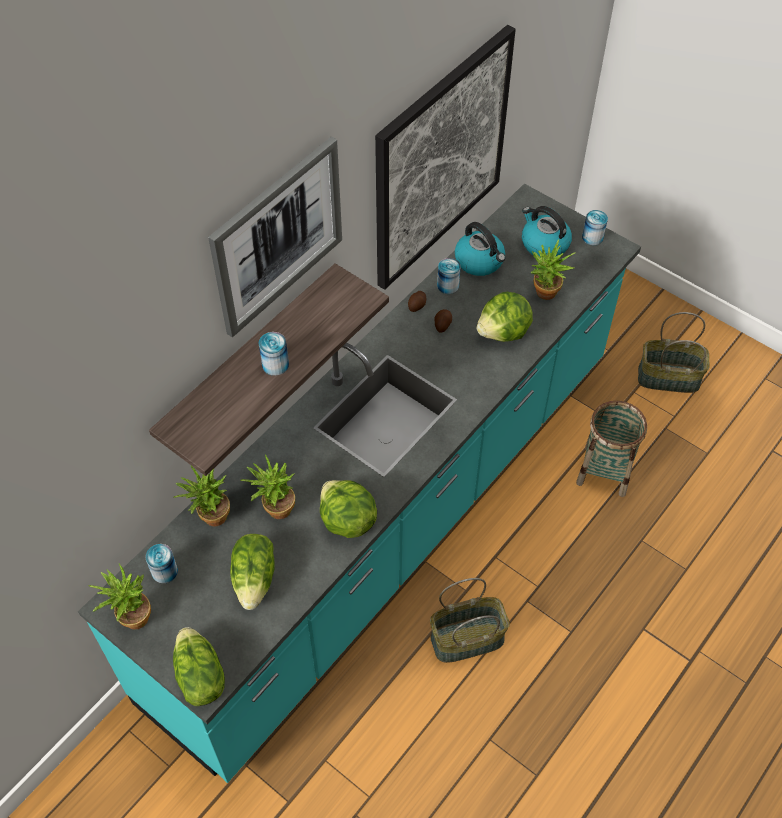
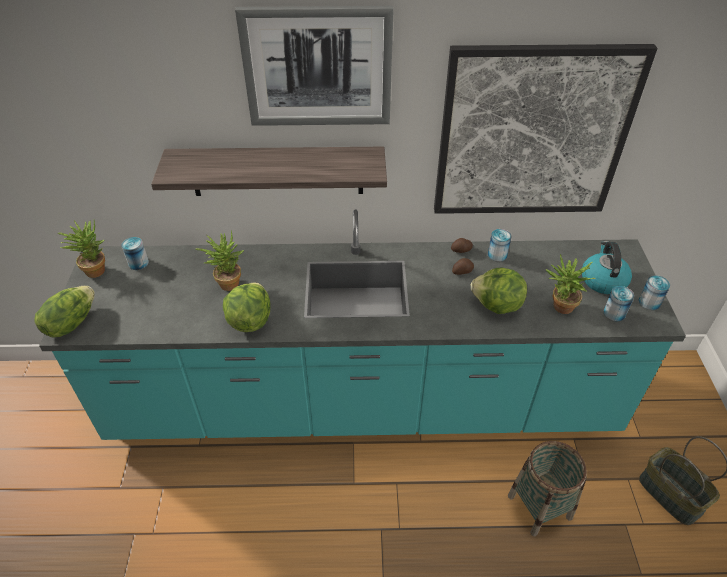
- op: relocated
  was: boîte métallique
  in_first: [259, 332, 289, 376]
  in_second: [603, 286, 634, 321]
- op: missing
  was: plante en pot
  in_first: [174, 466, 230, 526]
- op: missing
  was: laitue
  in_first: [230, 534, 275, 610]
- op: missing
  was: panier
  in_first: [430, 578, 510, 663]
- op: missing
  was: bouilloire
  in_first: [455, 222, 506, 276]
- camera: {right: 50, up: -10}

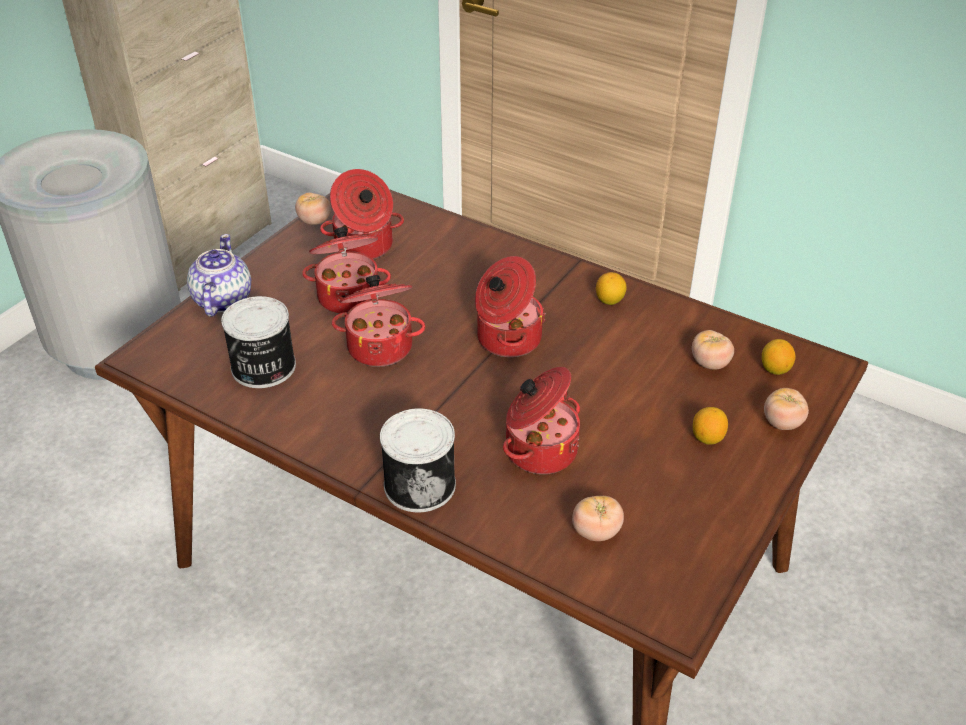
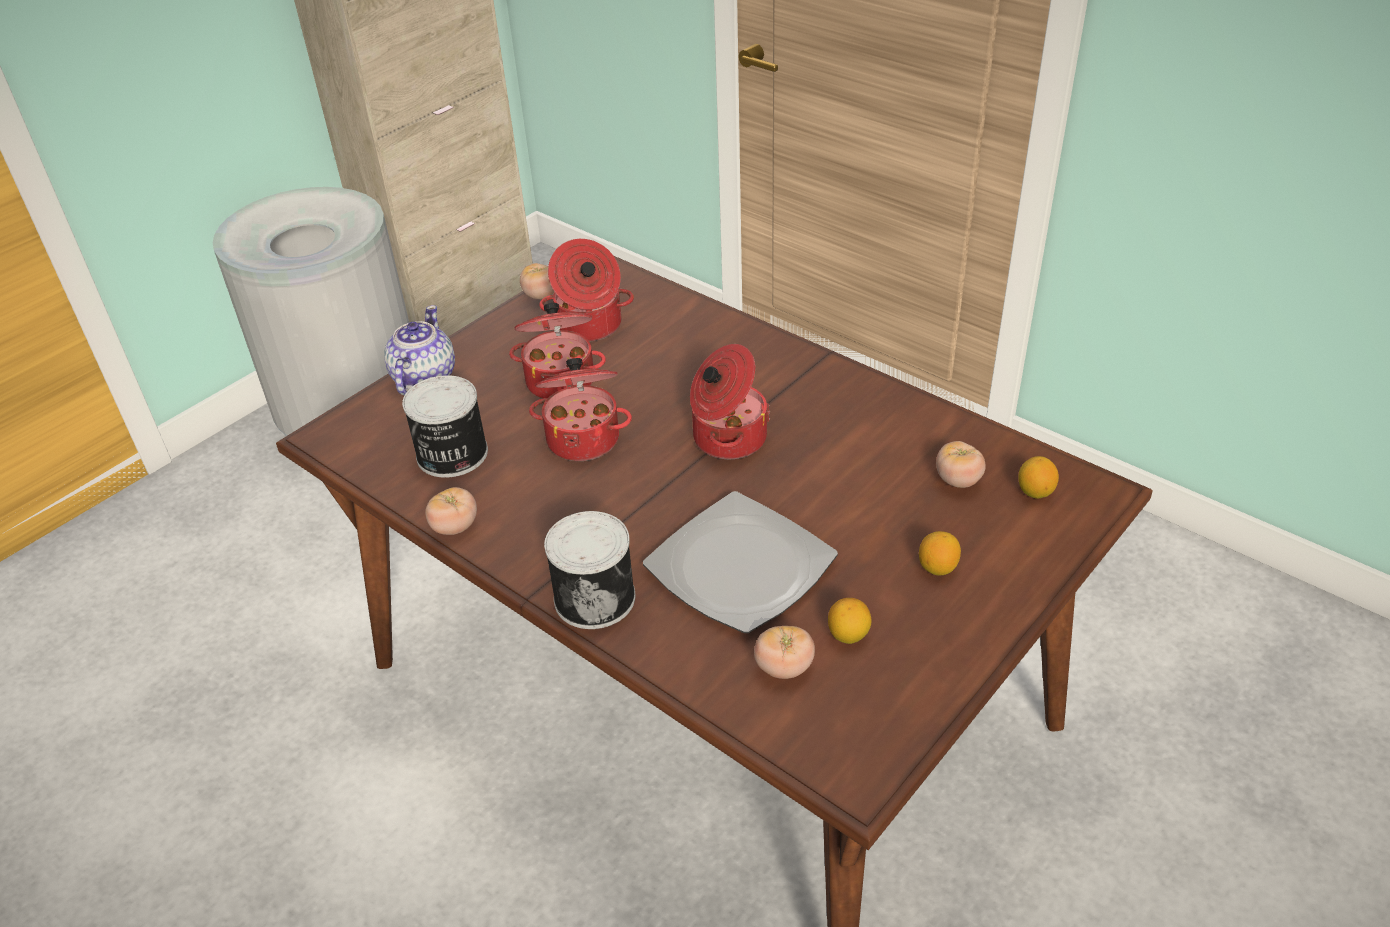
- op: relocated
  was: tomate
  in_first: [764, 388, 809, 430]
  in_second: [425, 487, 477, 535]
- op: exchanged
  was: marmite
  now: assiette
  in_first: [503, 367, 580, 474]
  in_second: [643, 491, 838, 633]
- op: relocated
  was: citron
  in_first: [596, 272, 627, 305]
  in_second: [828, 598, 872, 644]
- camera: {right: 10, up: 0}

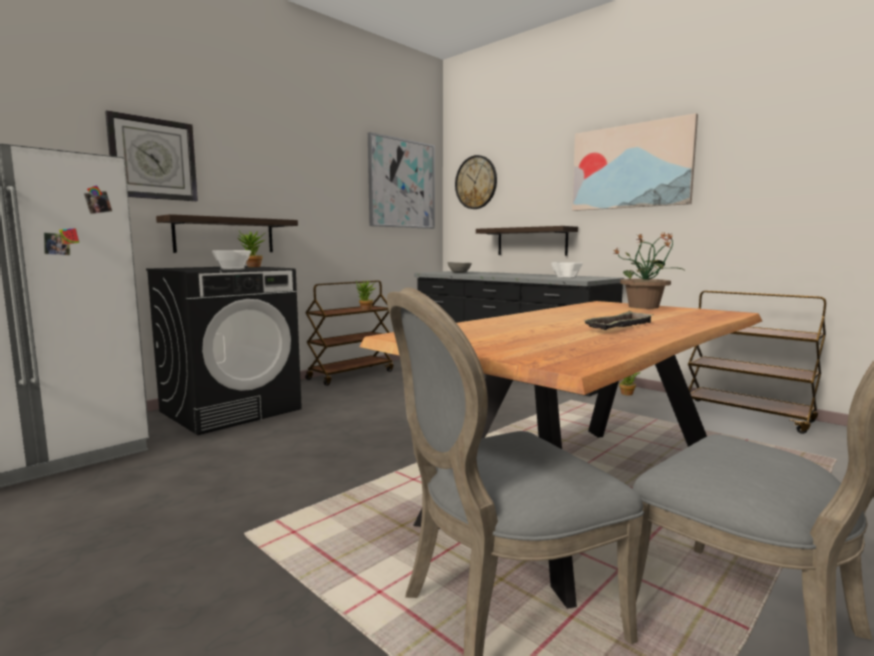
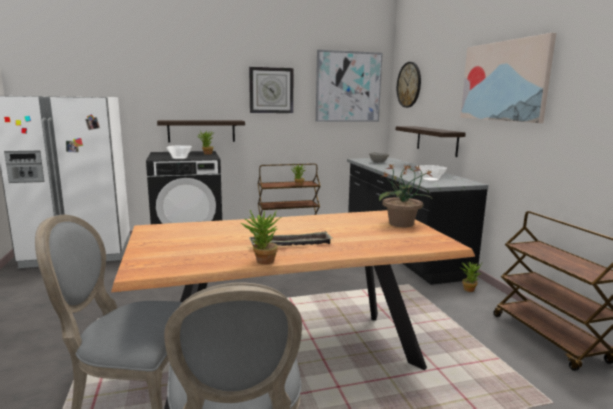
- op: appeared
  now: plante en pot
  in_second: [241, 210, 281, 265]
- op: relocated
  was: horloge murale
  in_first: [105, 110, 198, 201]
  in_second: [249, 67, 294, 113]
- camera: {right: 30, up: 5}

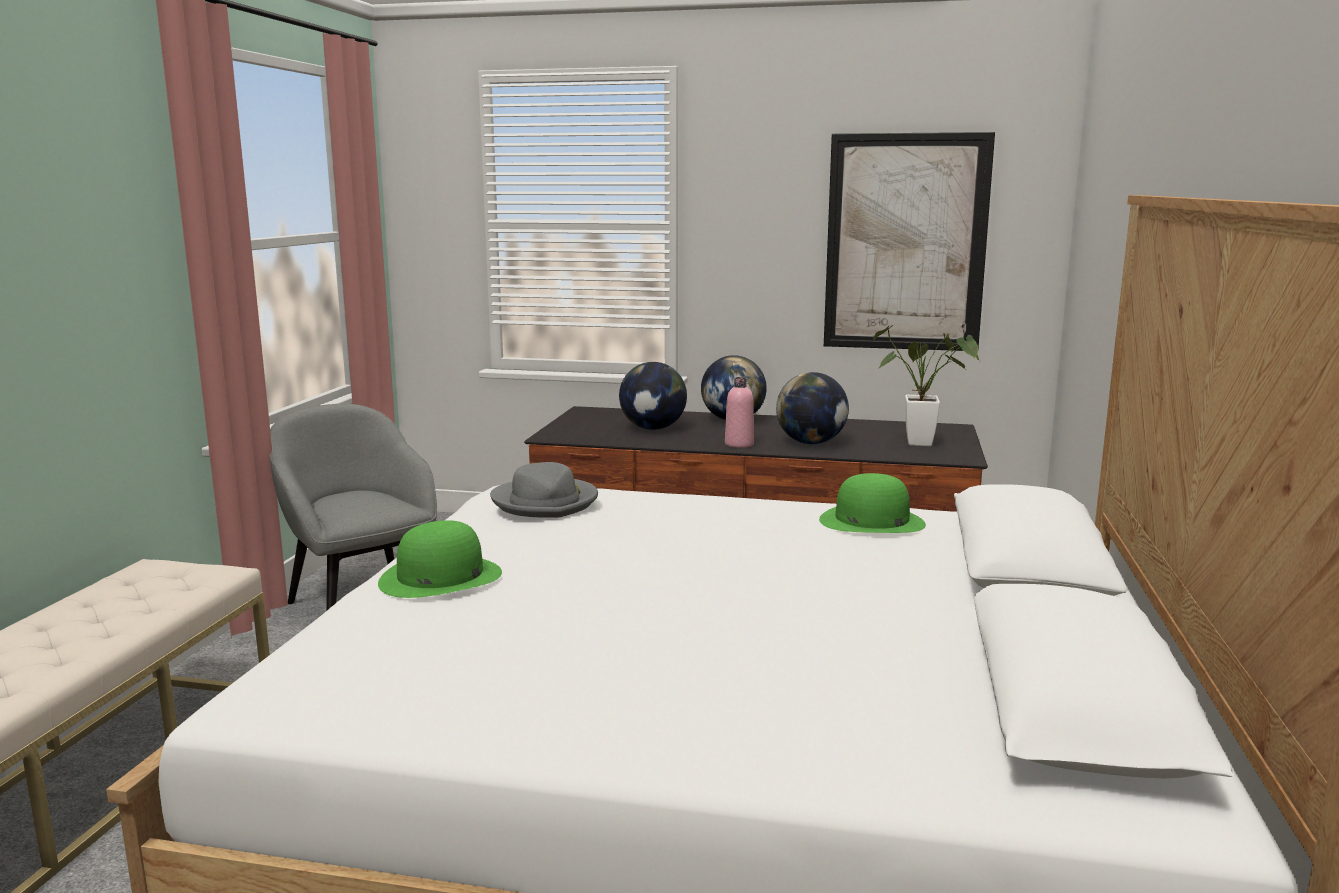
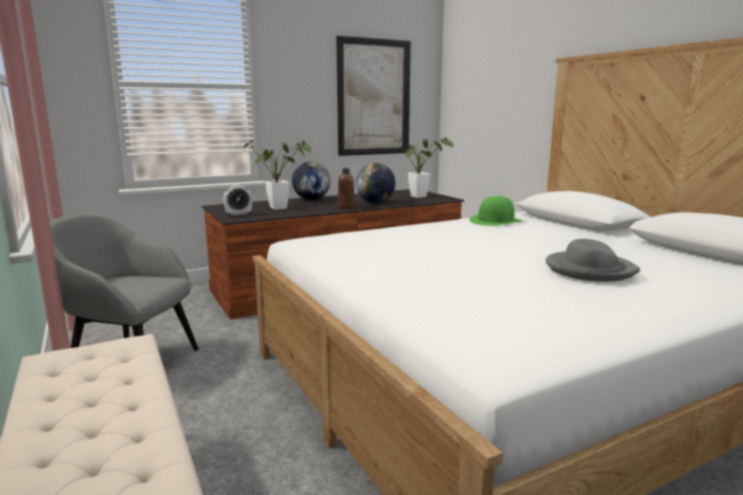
- op: appeared
  now: réveil
  in_second: [224, 185, 252, 216]
- op: exchanged
  was: globe
  now: plante en pot
  in_first: [619, 362, 687, 430]
  in_second: [243, 141, 312, 210]
- op: colour
  was: bouteille [rose]
  now: bouteille [marron]
  in_first: [725, 377, 754, 448]
  in_second: [338, 168, 355, 209]
- op: relocated
  was: chapeau [gris]
  in_first: [490, 462, 598, 518]
  in_second: [546, 239, 640, 282]
- op: missing
  was: chapeau [vert]
  in_first: [378, 520, 502, 598]
- camera: {right: -40, up: 0}

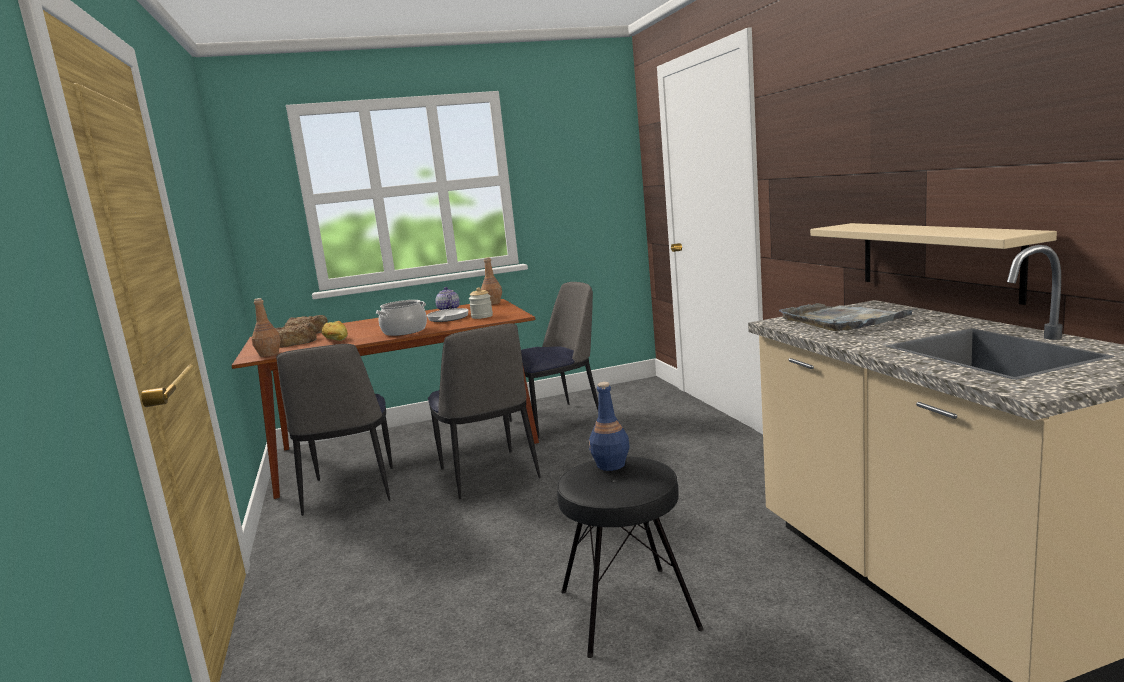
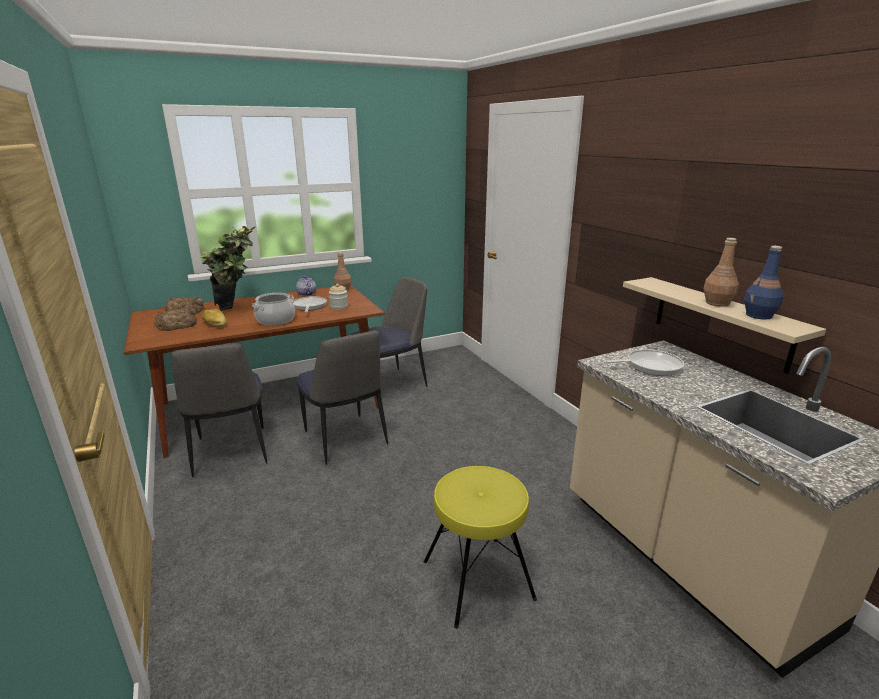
- op: appeared
  now: plante en pot
  in_second: [200, 226, 255, 311]
- op: colour
  was: tabouret [noir]
  now: tabouret [jaune]
  in_first: [557, 456, 704, 658]
  in_second: [424, 466, 537, 629]
- op: exchanged
  was: plateau [gris]
  now: poêle
  in_first: [779, 303, 918, 331]
  in_second: [603, 349, 684, 376]
- op: relocated
  was: bouteille [marron]
  in_first: [252, 298, 281, 357]
  in_second: [703, 238, 739, 307]
- op: relocated
  was: bouteille [bleu]
  in_first: [589, 382, 630, 471]
  in_second: [744, 246, 784, 319]
- camera: {right: -10, up: 10}

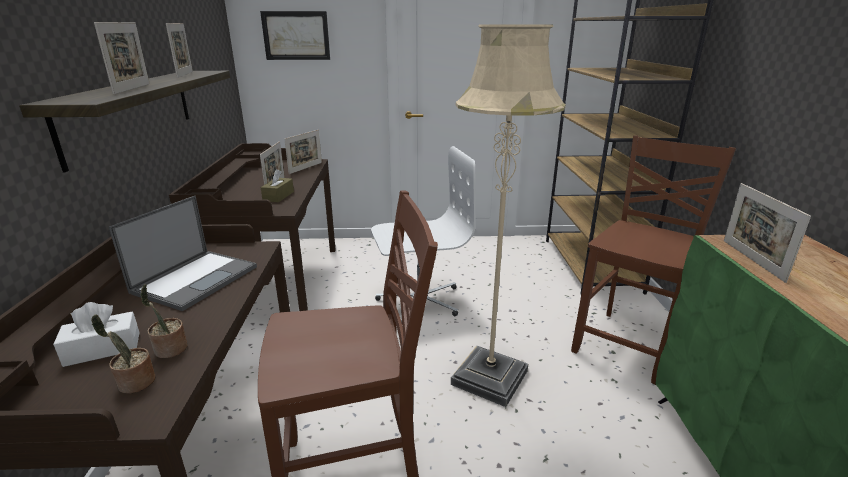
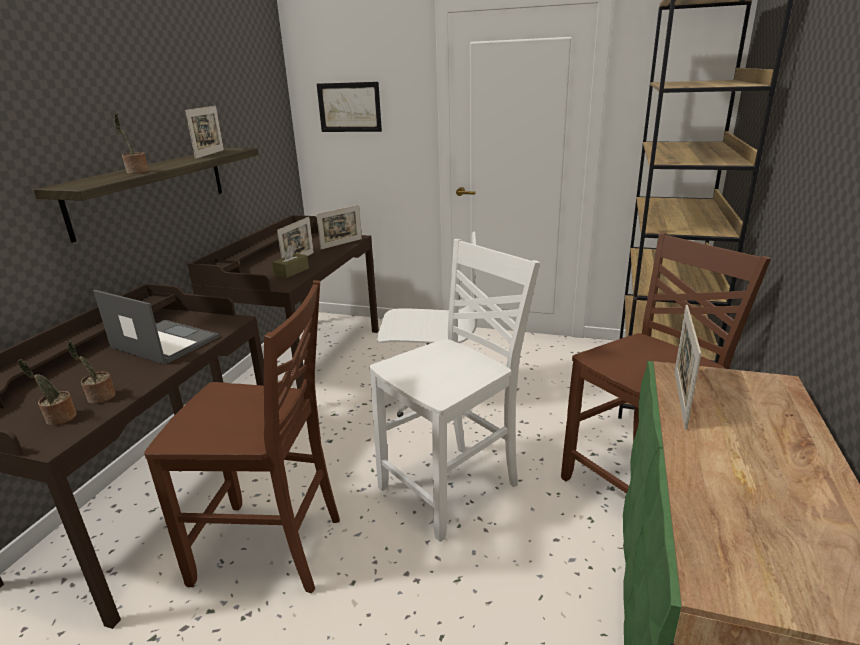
- op: spun
  was: ordinateur portable
  in_first: [109, 196, 257, 311]
  in_second: [93, 290, 219, 365]
  clockwise: -105
- op: exchanged
  was: cadre photo
  now: plante en pot
  in_first: [94, 22, 150, 94]
  in_second: [114, 113, 149, 174]
- op: exchanged
  was: lampadaire [beige]
  now: chaise [blanc]
  in_first: [451, 25, 566, 407]
  in_second: [369, 239, 540, 542]
- op: missing
  was: boîte à mouchoirs [blanc]
  in_first: [53, 302, 140, 367]
- camera: {right: 20, up: 0}

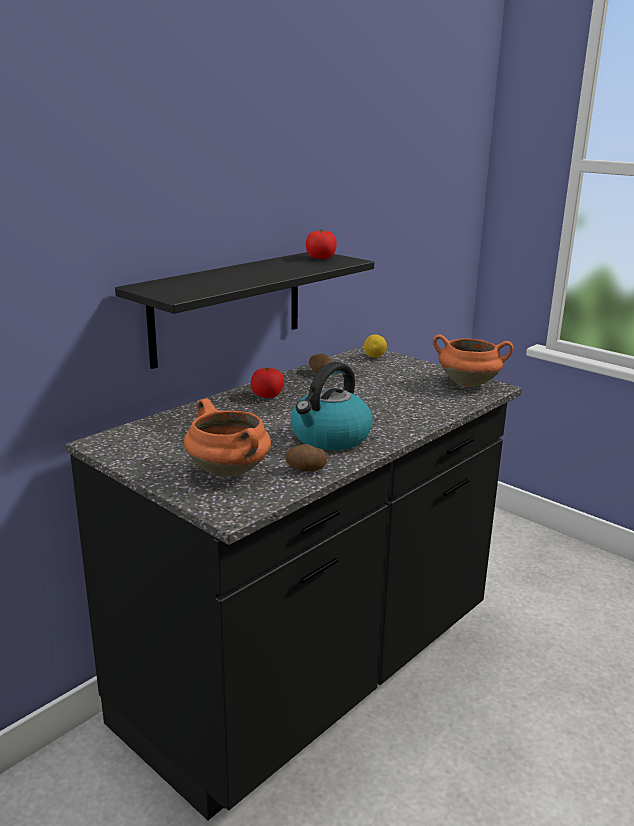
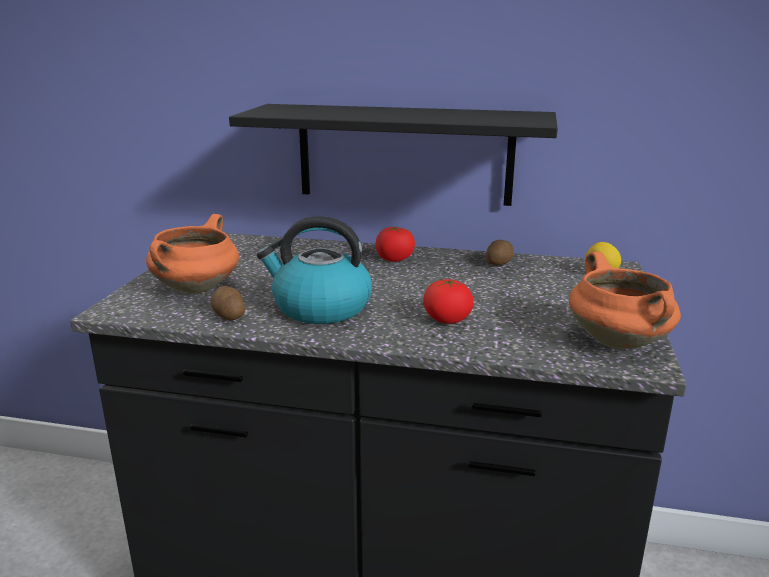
- op: relocated
  was: tomate
  in_first: [306, 229, 337, 259]
  in_second: [423, 279, 474, 324]
- camera: {right: 60, up: 0}

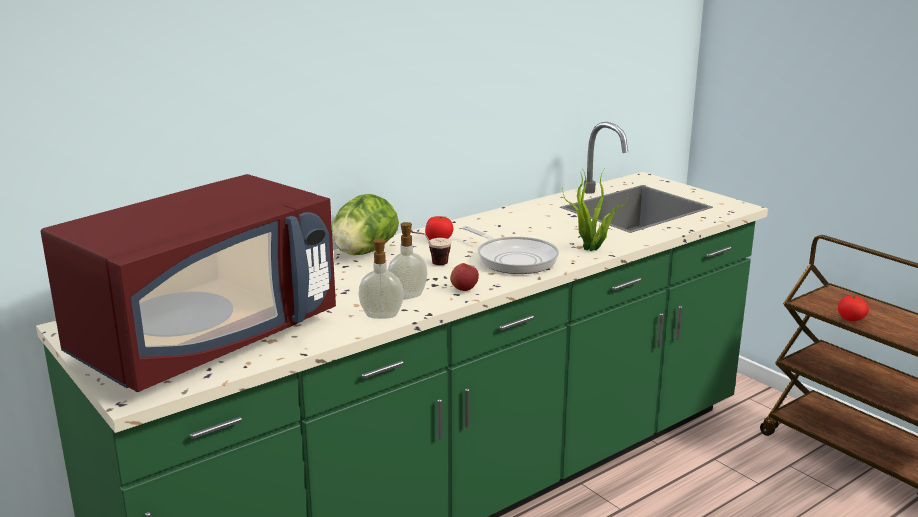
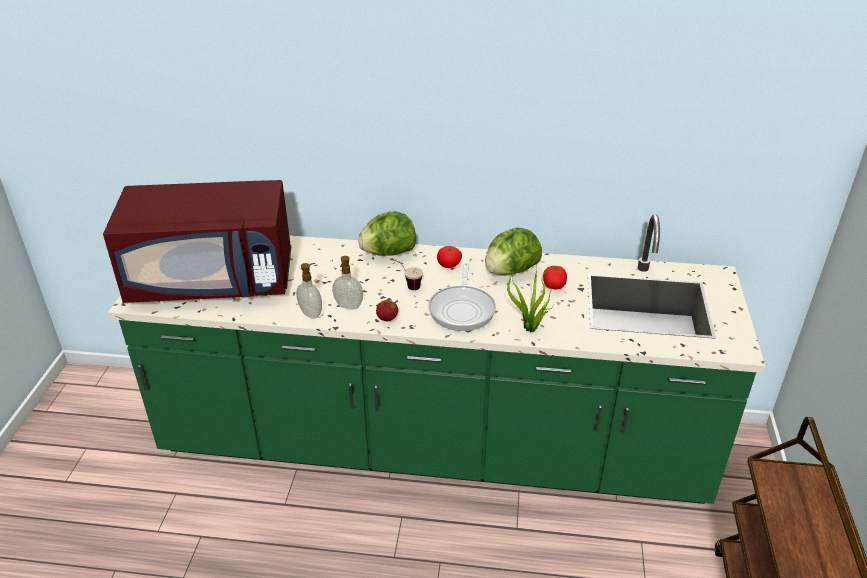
- op: appeared
  now: laitue
  in_second: [485, 228, 542, 276]
- op: relocated
  was: tomate
  in_first: [838, 295, 869, 321]
  in_second: [543, 266, 567, 289]
- camera: {right: 45, up: 15}

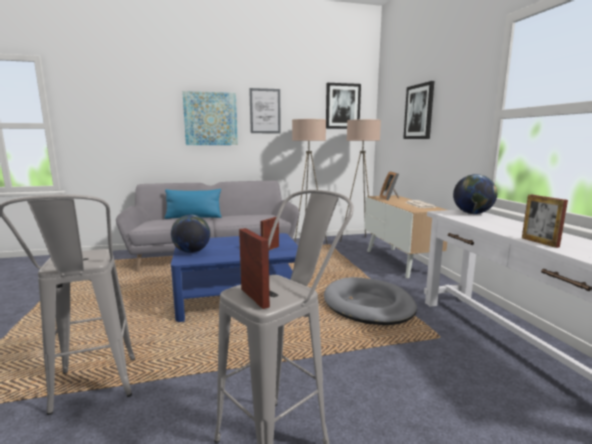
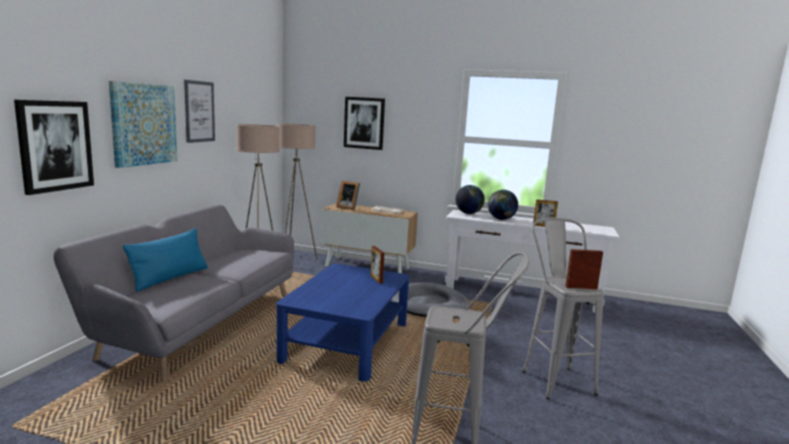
- op: relocated
  was: tableau
  in_first: [326, 83, 361, 129]
  in_second: [14, 100, 94, 195]
- op: relocated
  was: globe
  in_first: [171, 215, 210, 253]
  in_second: [488, 190, 518, 220]
- camera: {right: -60, up: 0}

